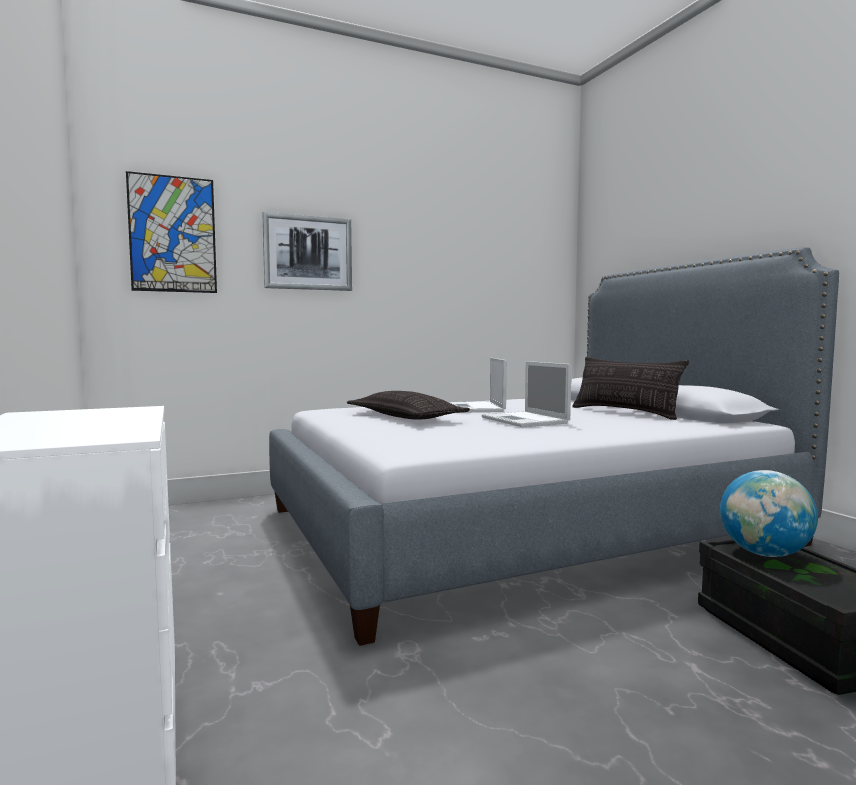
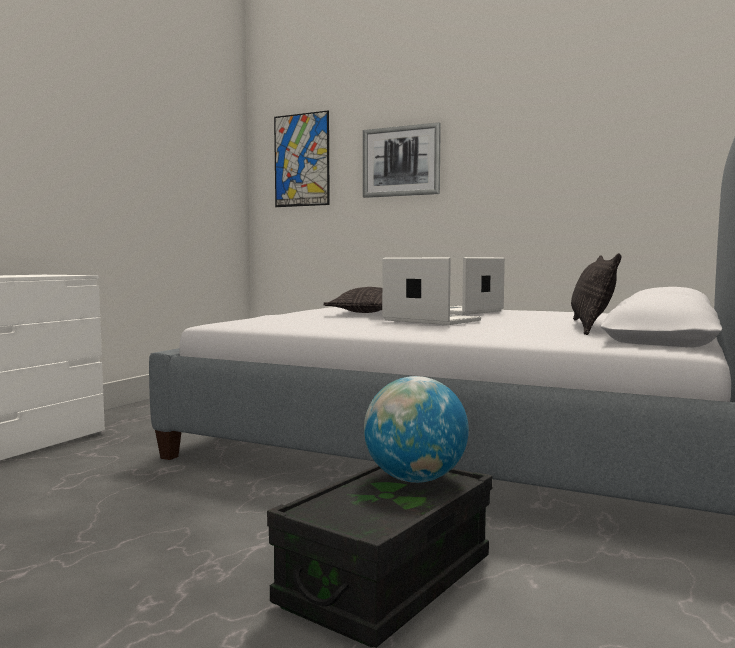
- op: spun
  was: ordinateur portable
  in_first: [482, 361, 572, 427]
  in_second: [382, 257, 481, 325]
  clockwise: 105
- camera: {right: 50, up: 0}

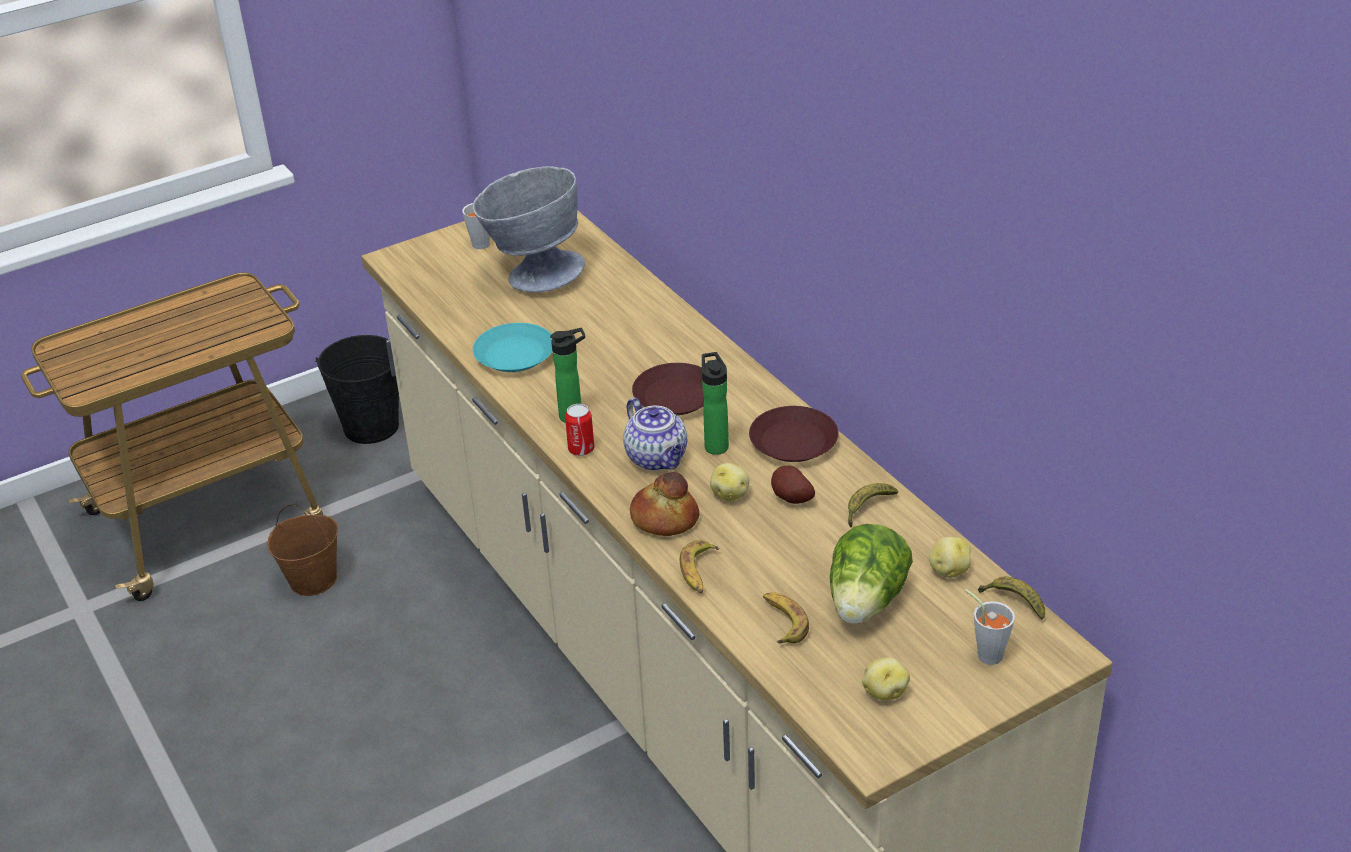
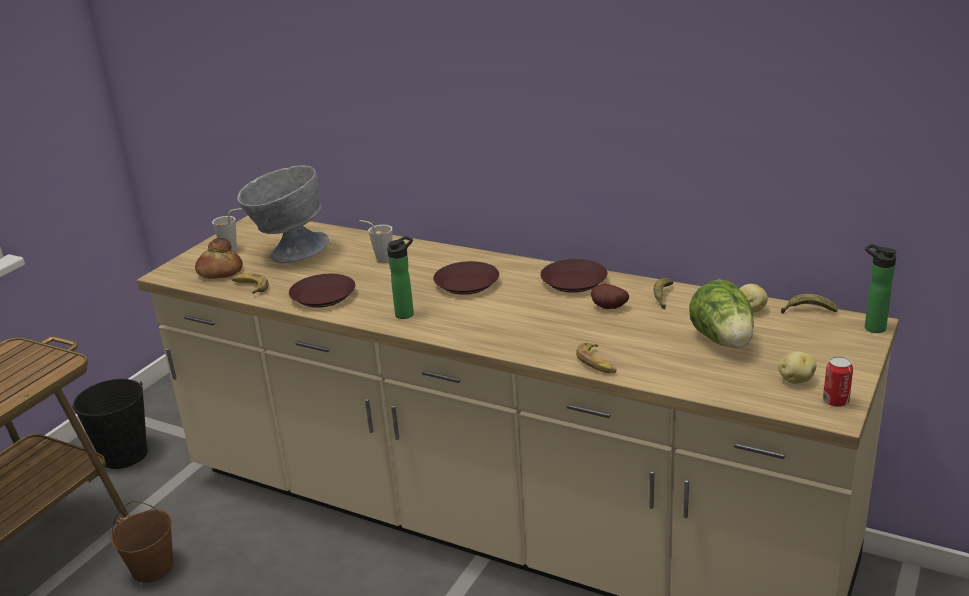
- op: relocated
  was: pain
  in_first: [630, 472, 699, 536]
  in_second: [195, 237, 243, 279]
- op: relocated
  was: banane
  in_first: [763, 592, 809, 643]
  in_second: [232, 273, 269, 294]
- op: colour
  was: assiette [turquoise]
  now: assiette [marron]
  in_first: [473, 323, 553, 372]
  in_second: [289, 274, 355, 308]
- op: relocated
  was: tasse [gris]
  in_first: [965, 589, 1015, 665]
  in_second: [359, 220, 392, 263]
- op: relocated
  was: boîte métallique
  in_first: [565, 404, 594, 456]
  in_second: [823, 356, 853, 407]
- op: relocated
  was: bouteille
  in_first: [702, 352, 729, 455]
  in_second: [865, 244, 897, 333]
- op: missing
  was: théière
  in_first: [623, 397, 687, 471]
- op: missing
  was: pomme de terre
  in_first: [710, 463, 749, 501]
- camera: {right: -30, up: -10}

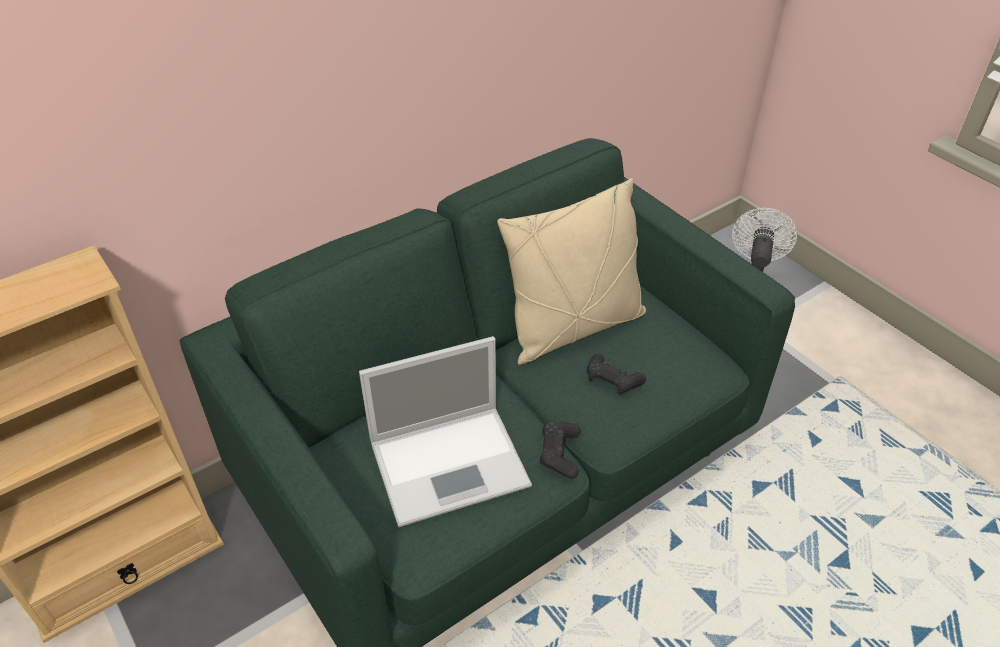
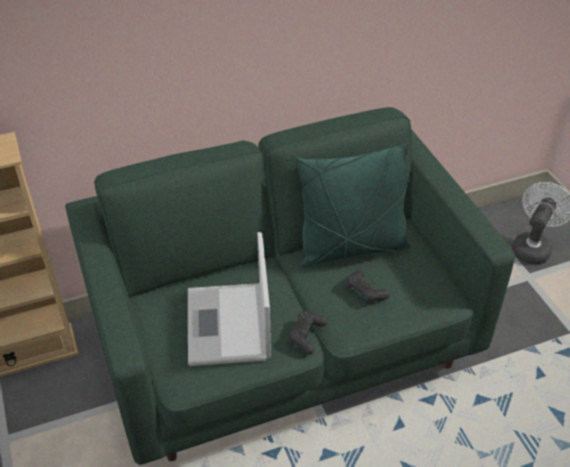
- op: spun
  was: ordinateur portable
  in_first: [359, 336, 532, 527]
  in_second: [188, 232, 271, 366]
  clockwise: 90
- op: colour
  was: coussin [beige]
  now: coussin [vert]
  in_first: [497, 178, 646, 365]
  in_second: [295, 143, 410, 267]
- camera: {right: 15, up: 0}

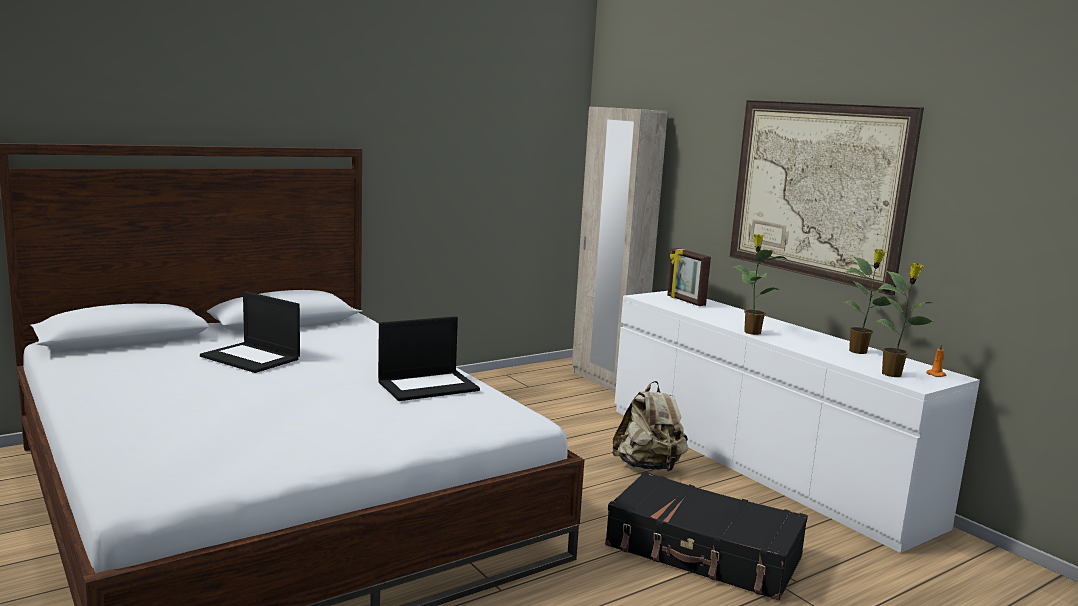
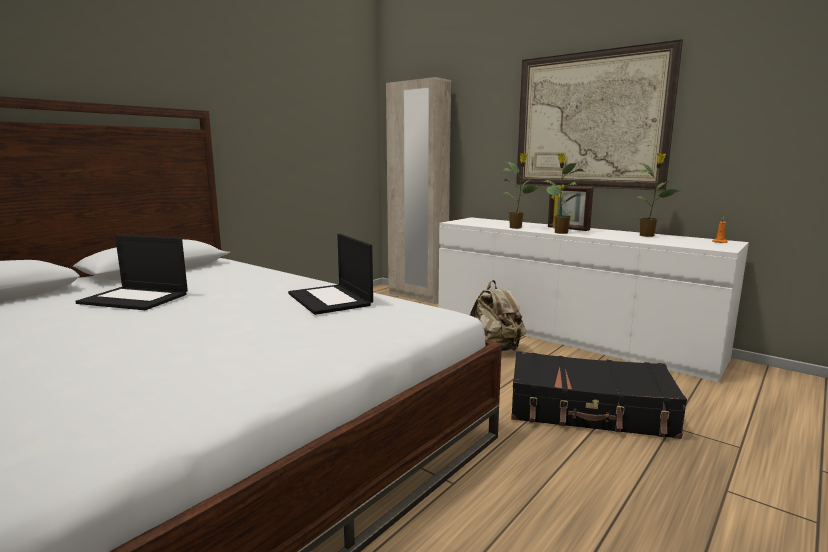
- op: spun
  was: ordinateur portable
  in_first: [378, 316, 480, 401]
  in_second: [288, 234, 373, 315]
  clockwise: 105
- op: relocated
  was: plante en pot
  in_first: [876, 262, 934, 377]
  in_second: [503, 153, 539, 229]
- op: relocated
  was: cadre photo
  in_first: [667, 248, 711, 306]
  in_second: [548, 184, 594, 231]
- camera: {right: -15, up: 0}

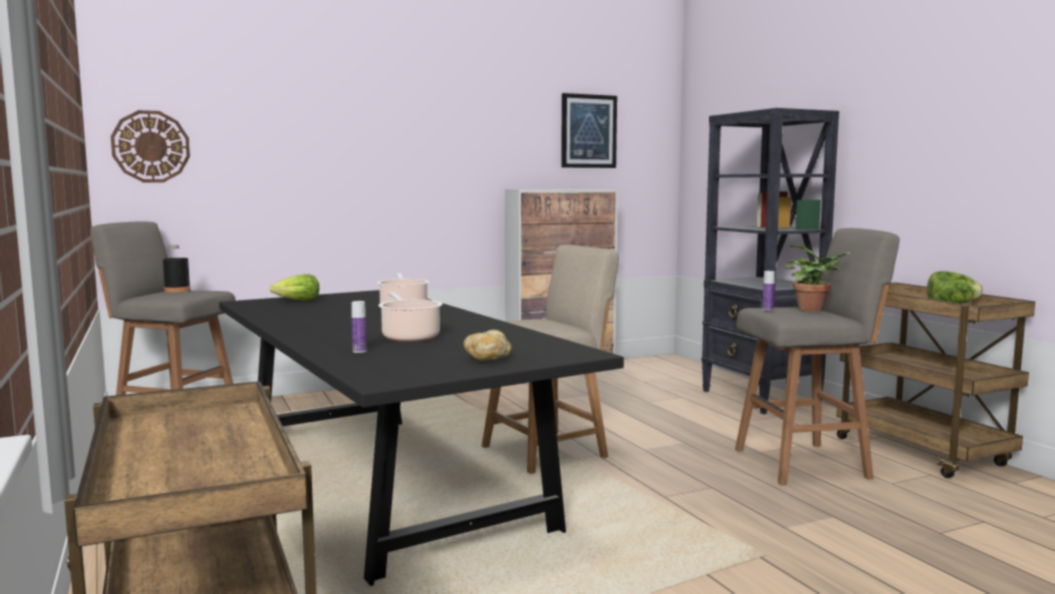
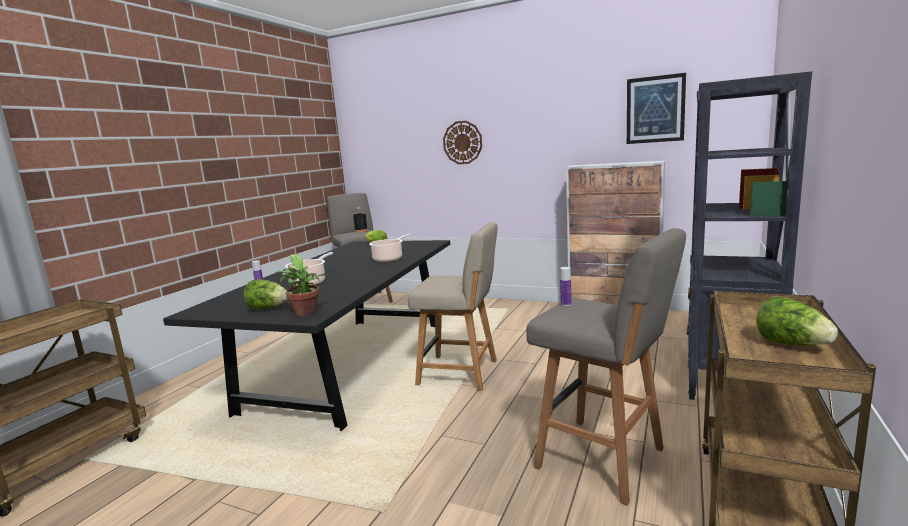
- op: exchanged
  was: pain
  now: laitue
  in_first: [463, 330, 512, 361]
  in_second: [244, 279, 288, 310]
- op: relocated
  was: plante en pot
  in_first: [784, 245, 851, 312]
  in_second: [276, 254, 329, 316]
- op: relocated
  was: horloge murale
  in_first: [111, 110, 190, 182]
  in_second: [443, 121, 482, 164]
- camera: {right: 50, up: 5}

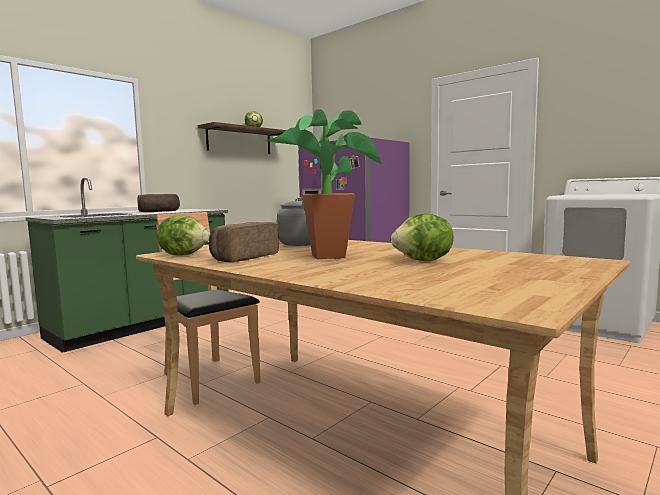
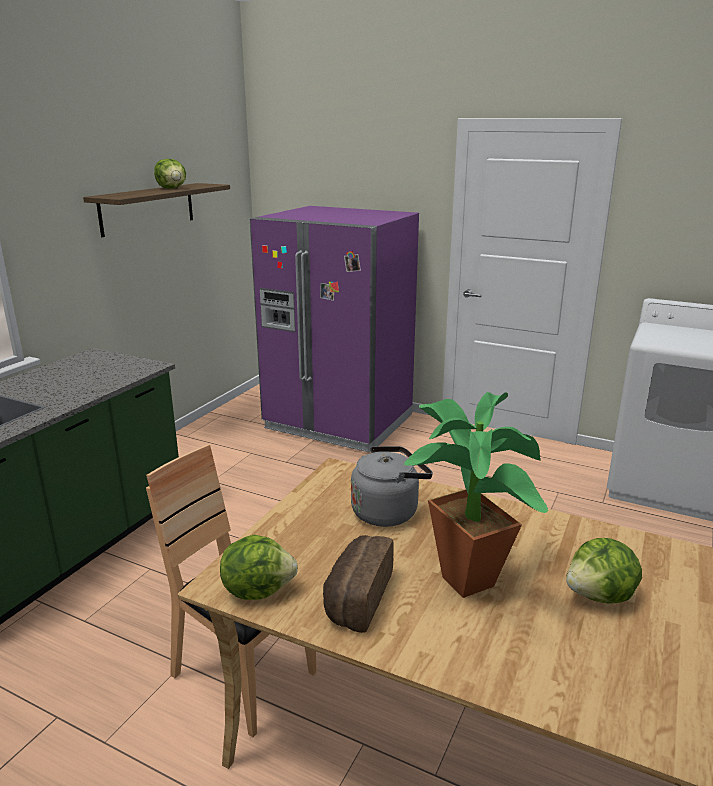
- op: missing
  was: pain
  in_first: [138, 194, 180, 212]
- camera: {right: -15, up: 15}

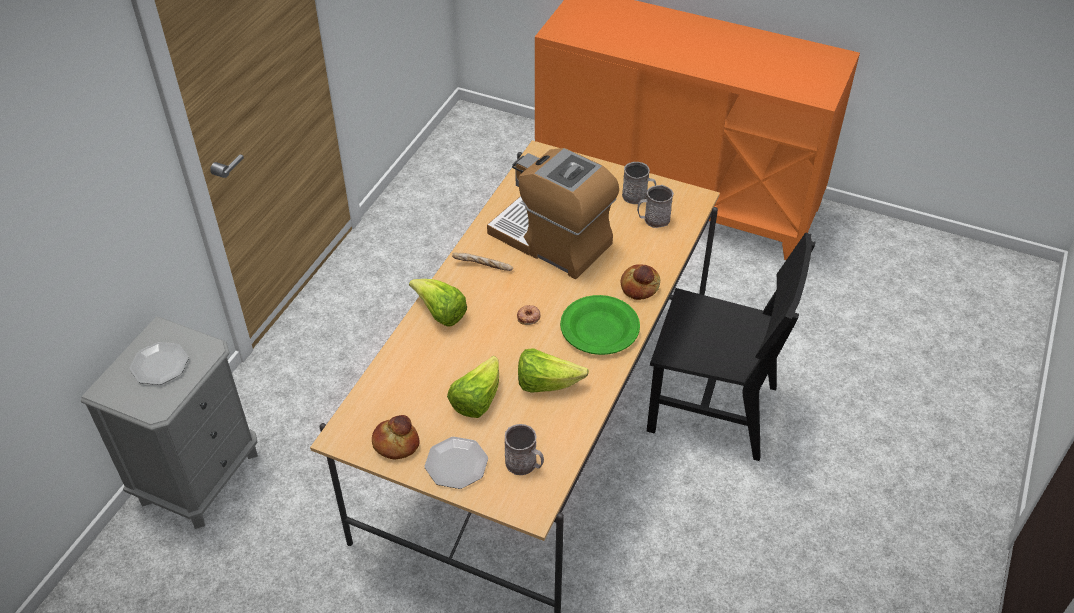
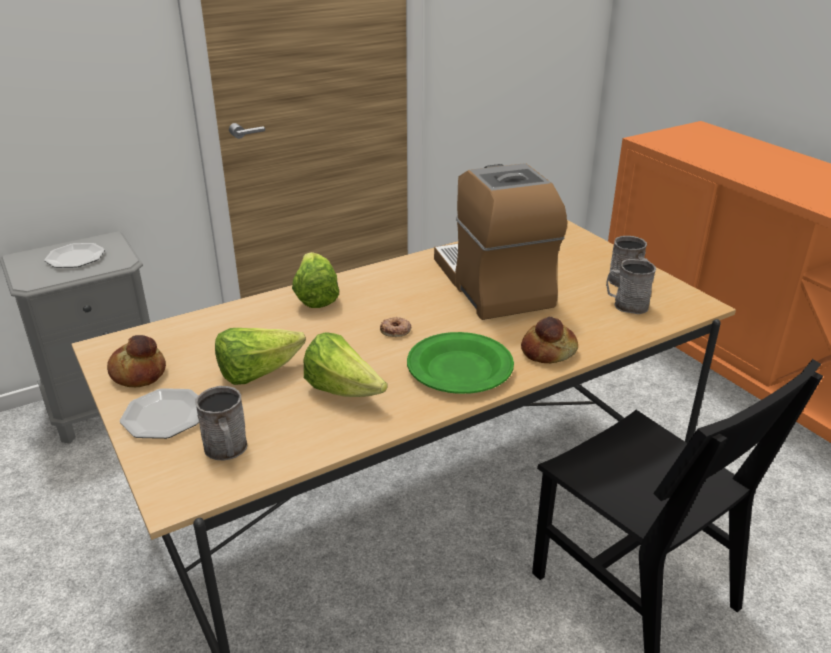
- op: missing
  was: pain
  in_first: [452, 253, 513, 271]
- camera: {right: 35, up: -15}

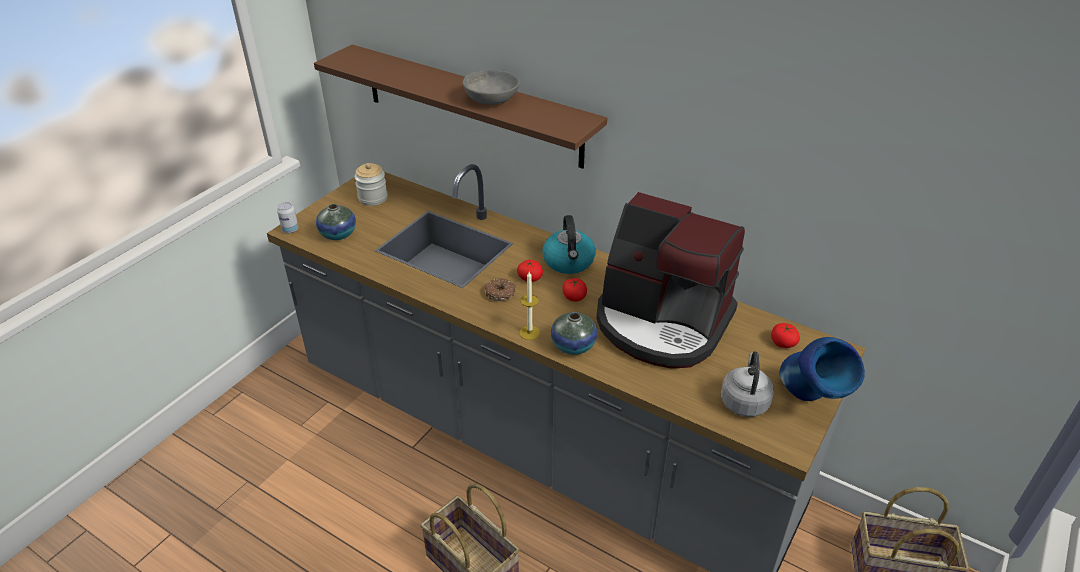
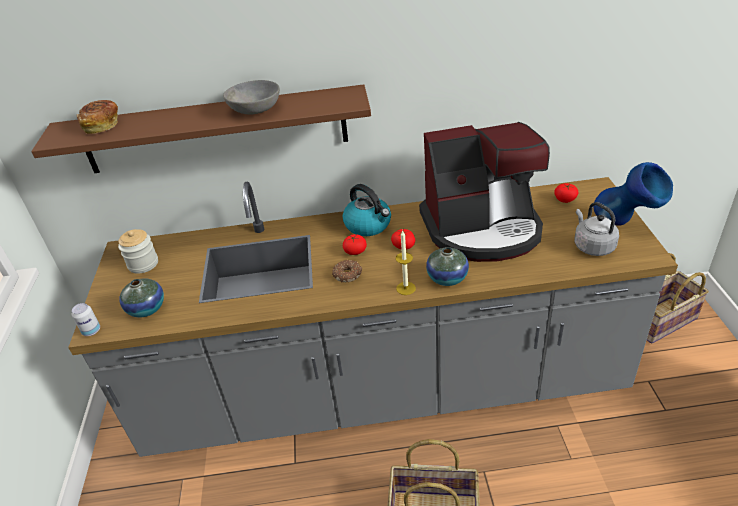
- op: appeared
  now: pain
  in_second: [77, 100, 118, 134]
- camera: {right: -35, up: 0}

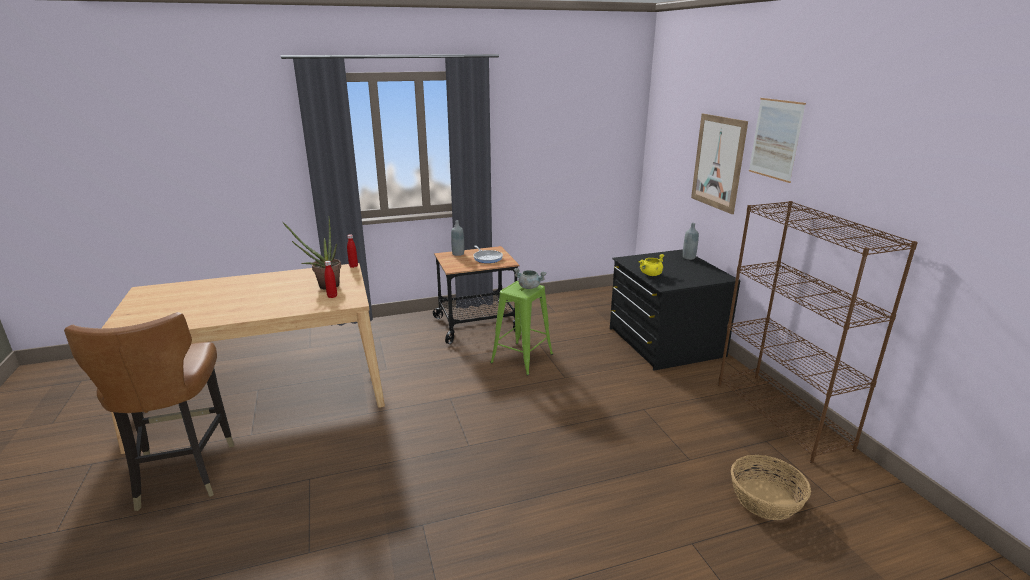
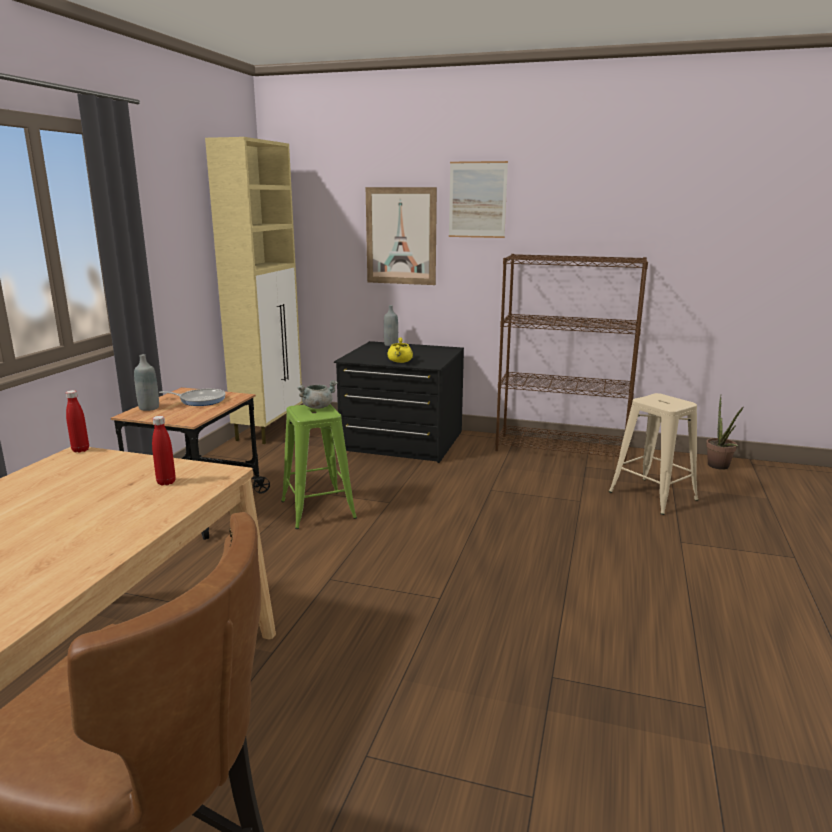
- op: appeared
  now: meuble de rangement [beige]
  in_second: [205, 137, 303, 444]
- op: exchanged
  was: panier
  now: tabouret [beige]
  in_first: [731, 455, 811, 520]
  in_second: [609, 393, 698, 515]
- op: relocated
  was: plante en pot
  in_first: [283, 219, 341, 290]
  in_second: [706, 395, 744, 470]
- camera: {right: -55, up: -5}

